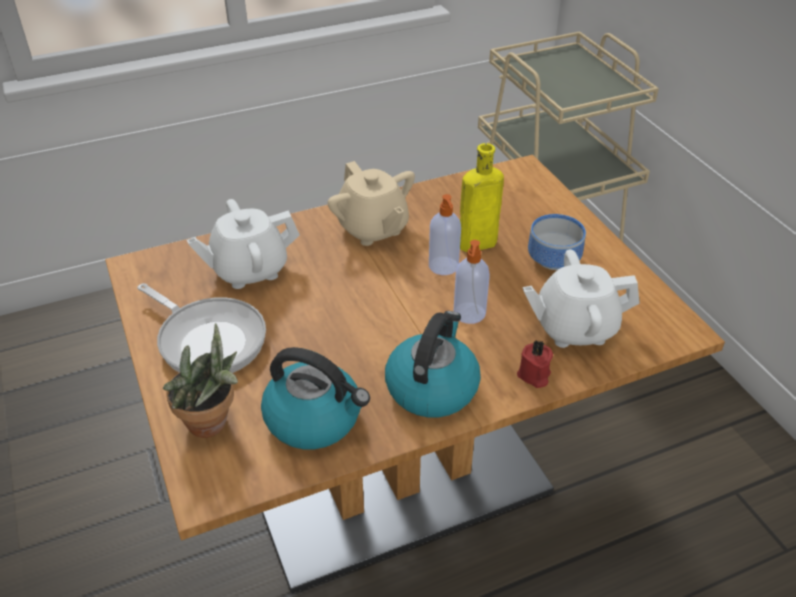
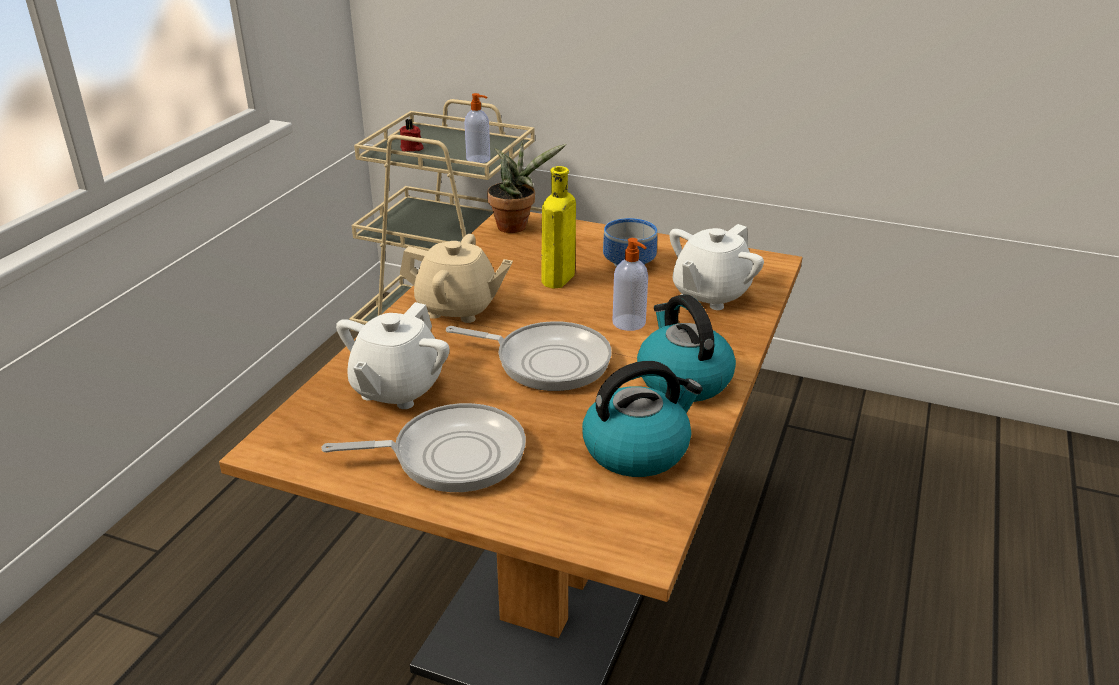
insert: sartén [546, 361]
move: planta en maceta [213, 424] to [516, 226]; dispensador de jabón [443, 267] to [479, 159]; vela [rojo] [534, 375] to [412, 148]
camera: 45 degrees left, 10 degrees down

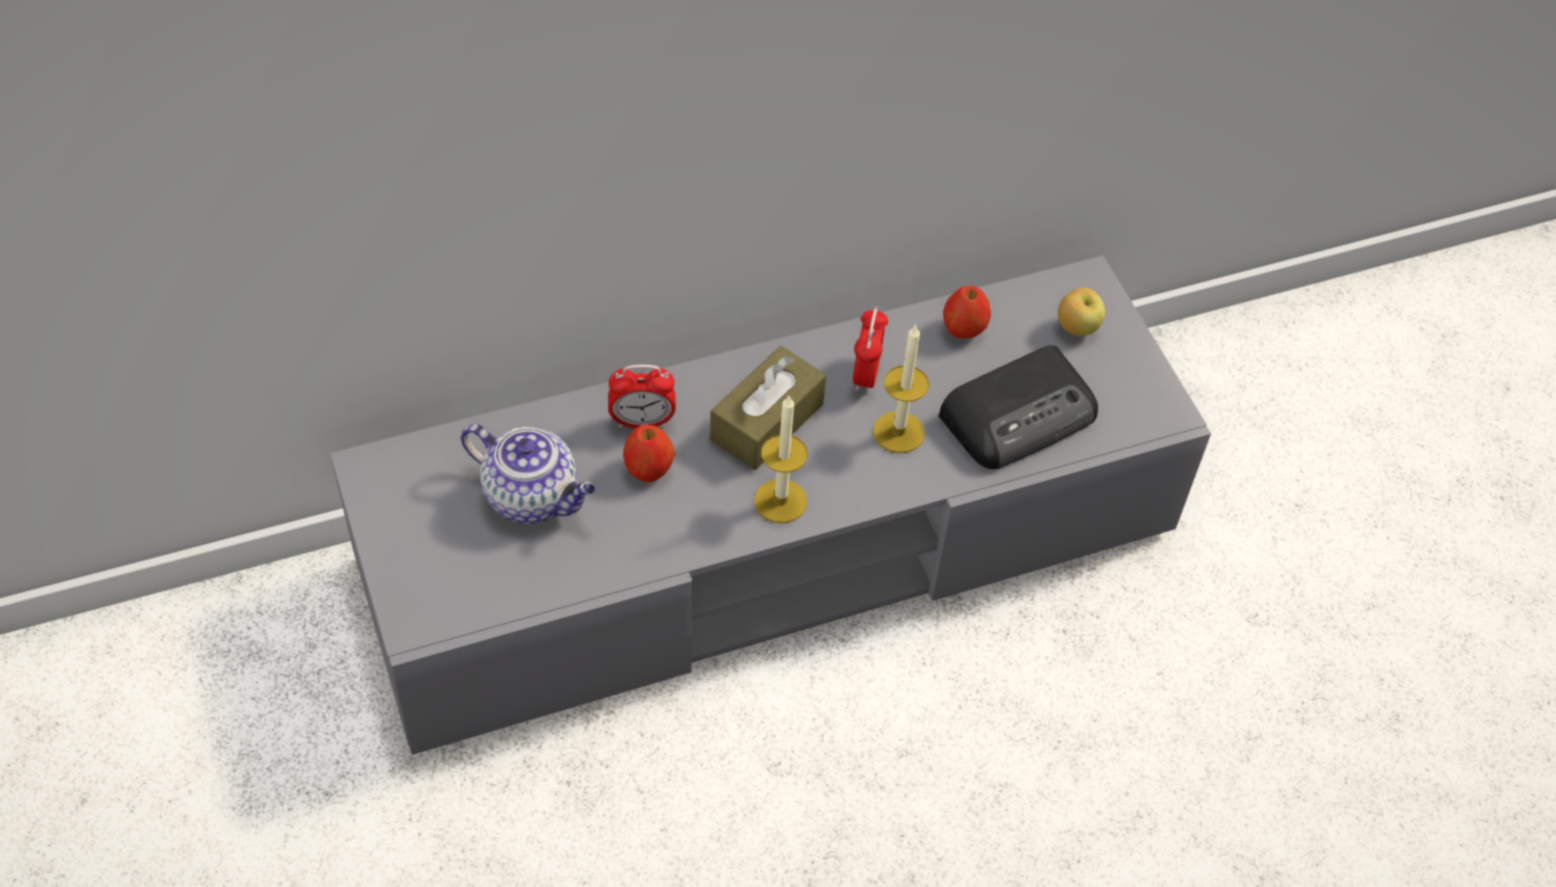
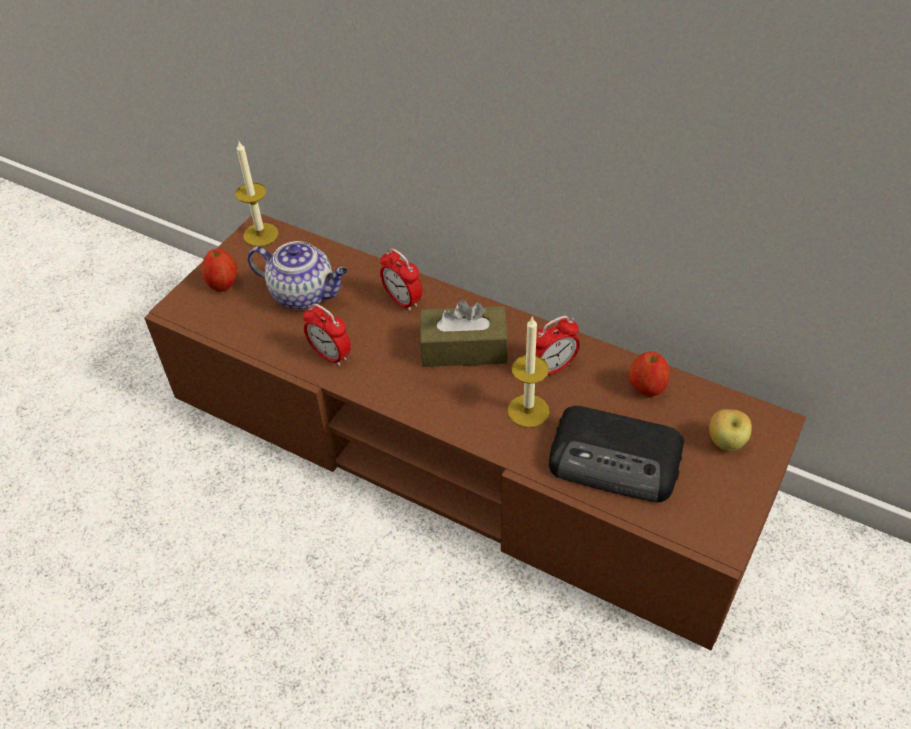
insert: despertador [330, 355]
move: manzana [648, 470] to [223, 285]; vela [780, 501] to [261, 234]
recolor: mueble de televisión [gris] [770, 546] to mueble de televisión [marrón] [459, 449]
rotate: tetera [533, 497] = [304, 295] 60 degrees counterclockwise
camera: 55 degrees right, 5 degrees down

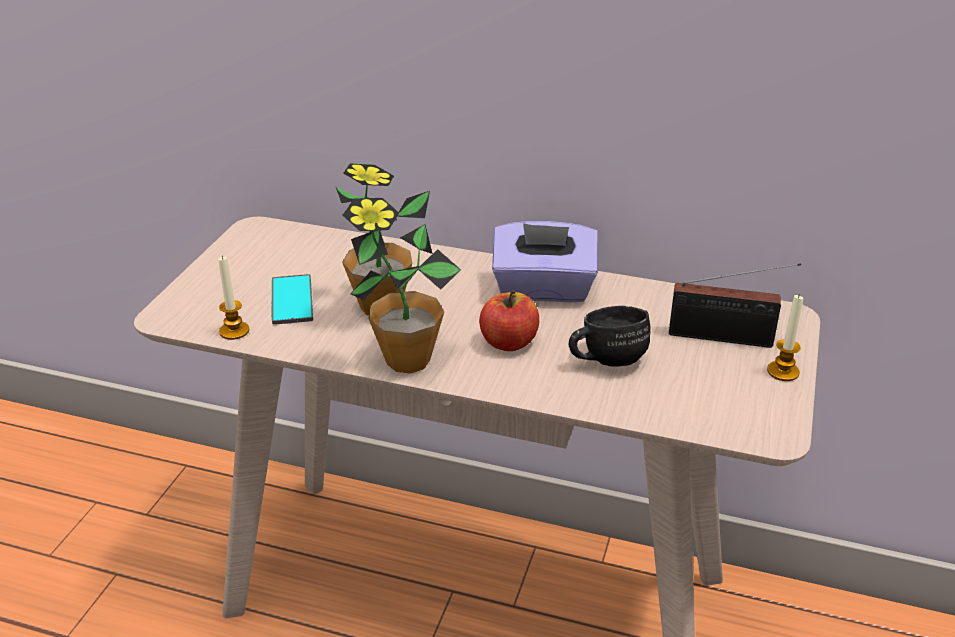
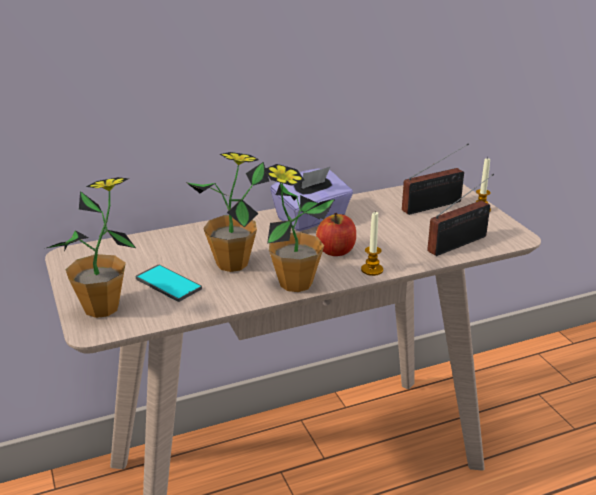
delete: taza grande [negro] [605, 359]
insert: planta en maceta [102, 308]; radio [460, 243]
move: vela [234, 331] to [372, 270]
camera: 40 degrees left, 5 degrees down

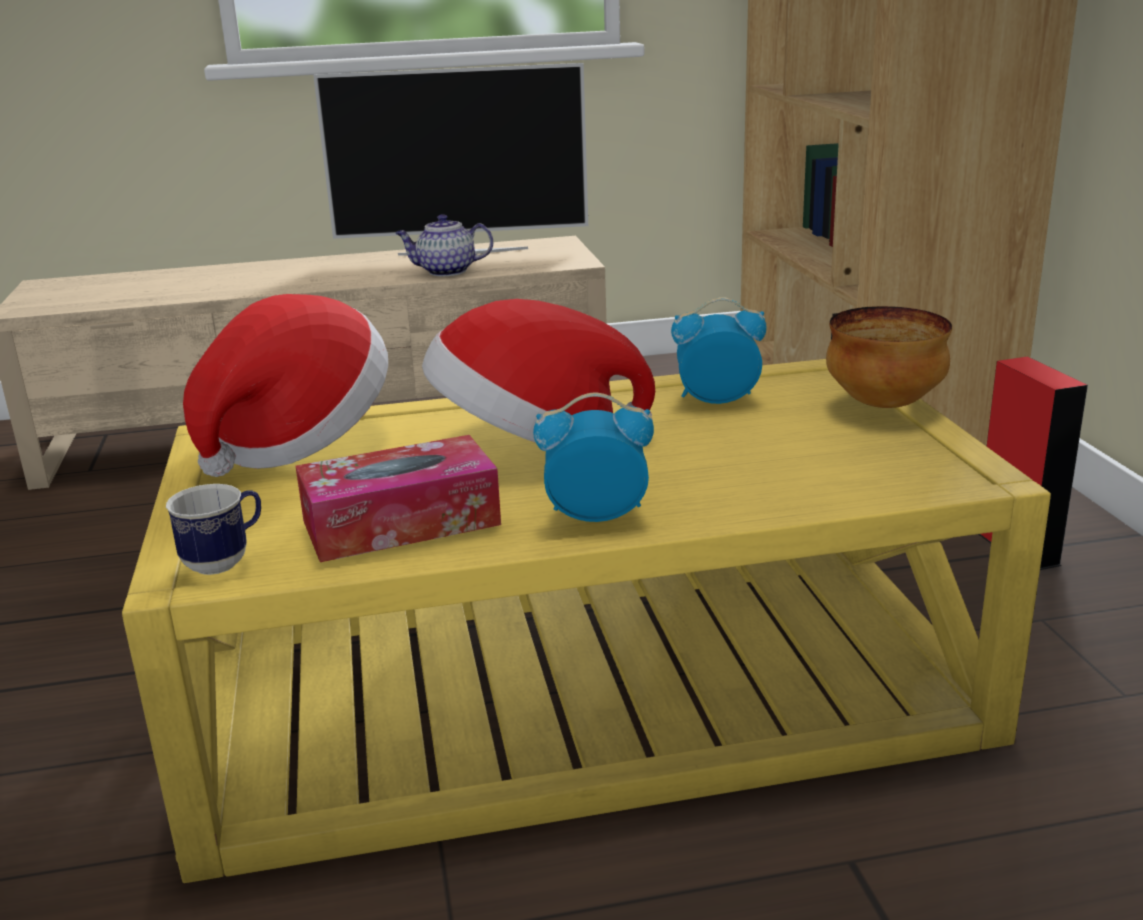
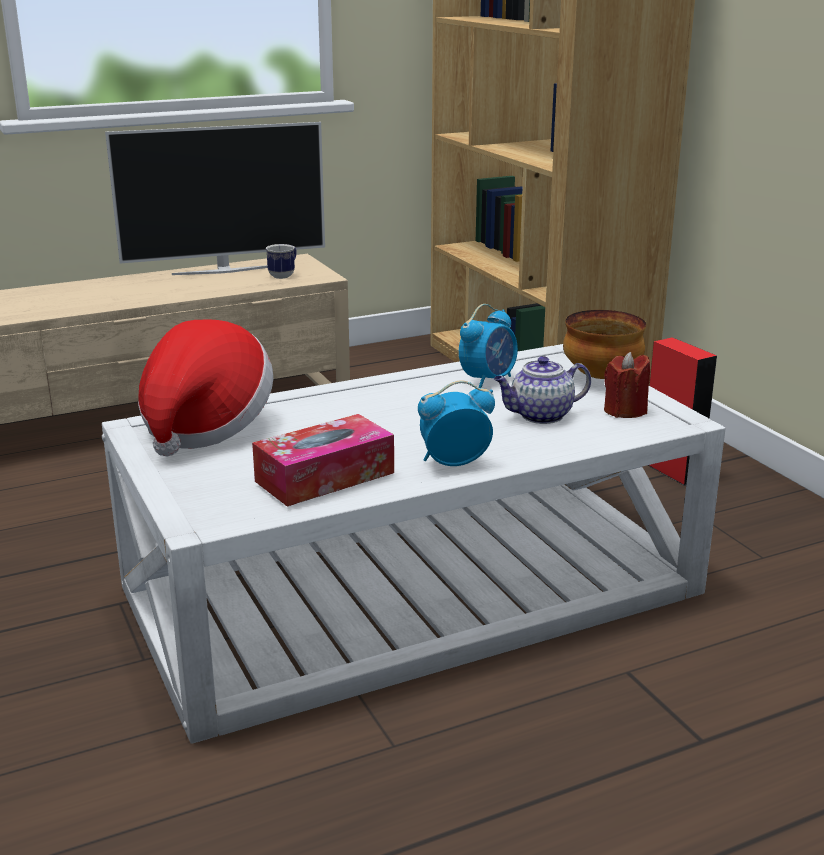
delete: sombrero [534, 445]
insert: vela [rojo] [625, 411]
move: taza grande [225, 561] to [284, 275]; tetera [445, 271] to [540, 416]
recolor: mesa de centro [amarillo] [581, 691] to mesa de centro [blanco] [413, 592]
rotate: despertador [716, 400] = [488, 380] 150 degrees clockwise
camera: 15 degrees left, 0 degrees up

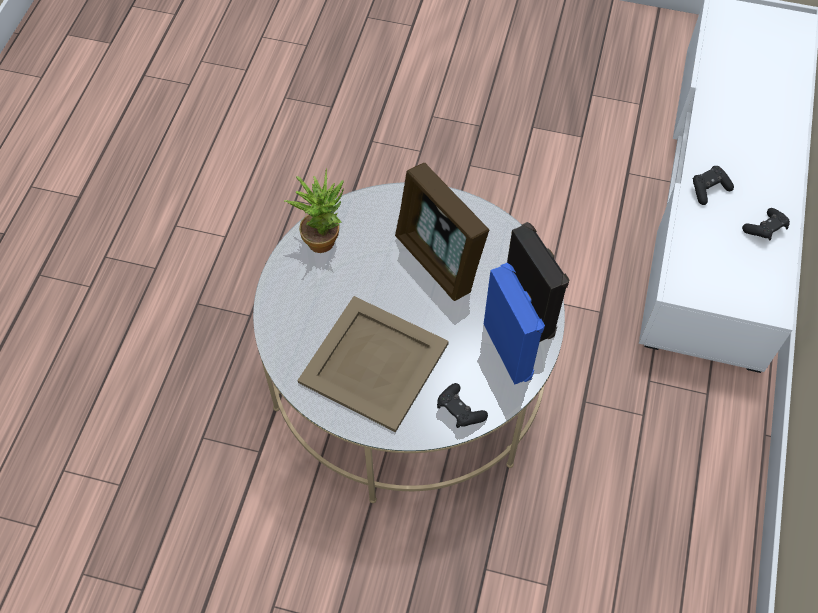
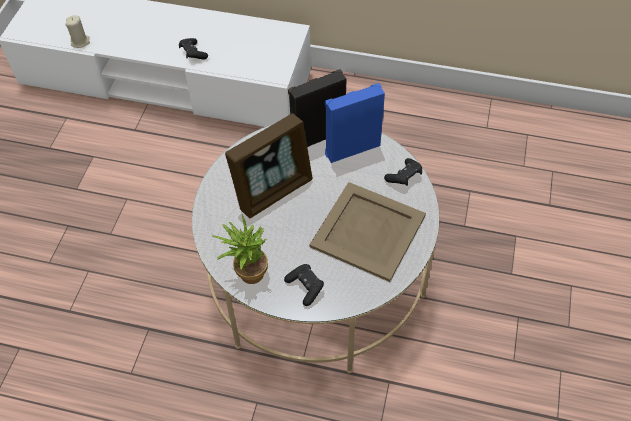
insert: vela [beis] [80, 42]
move: mando de consola [negro] [765, 229] to [305, 287]
camera: 90 degrees left, 5 degrees down

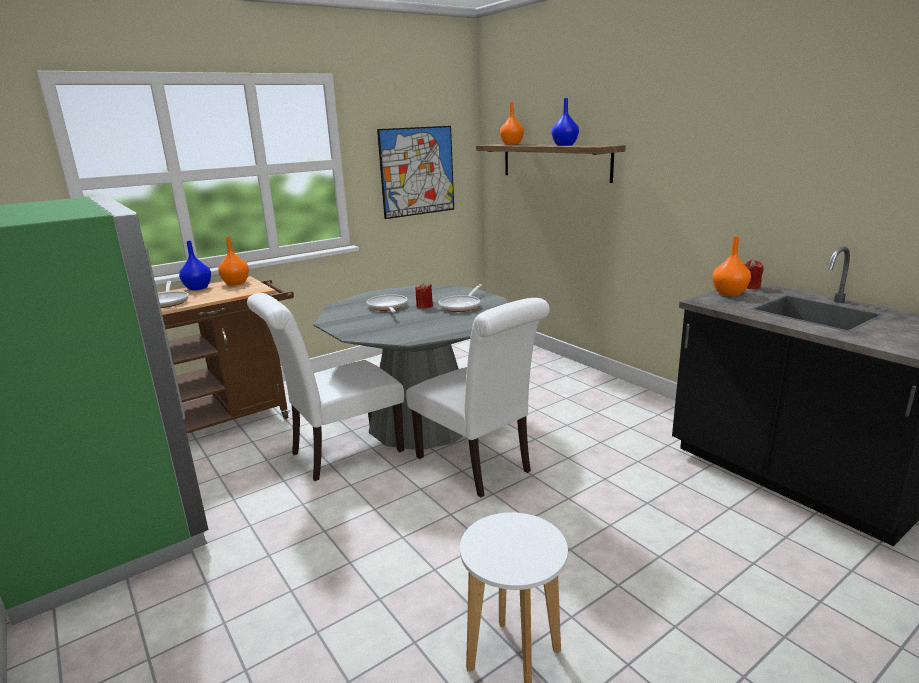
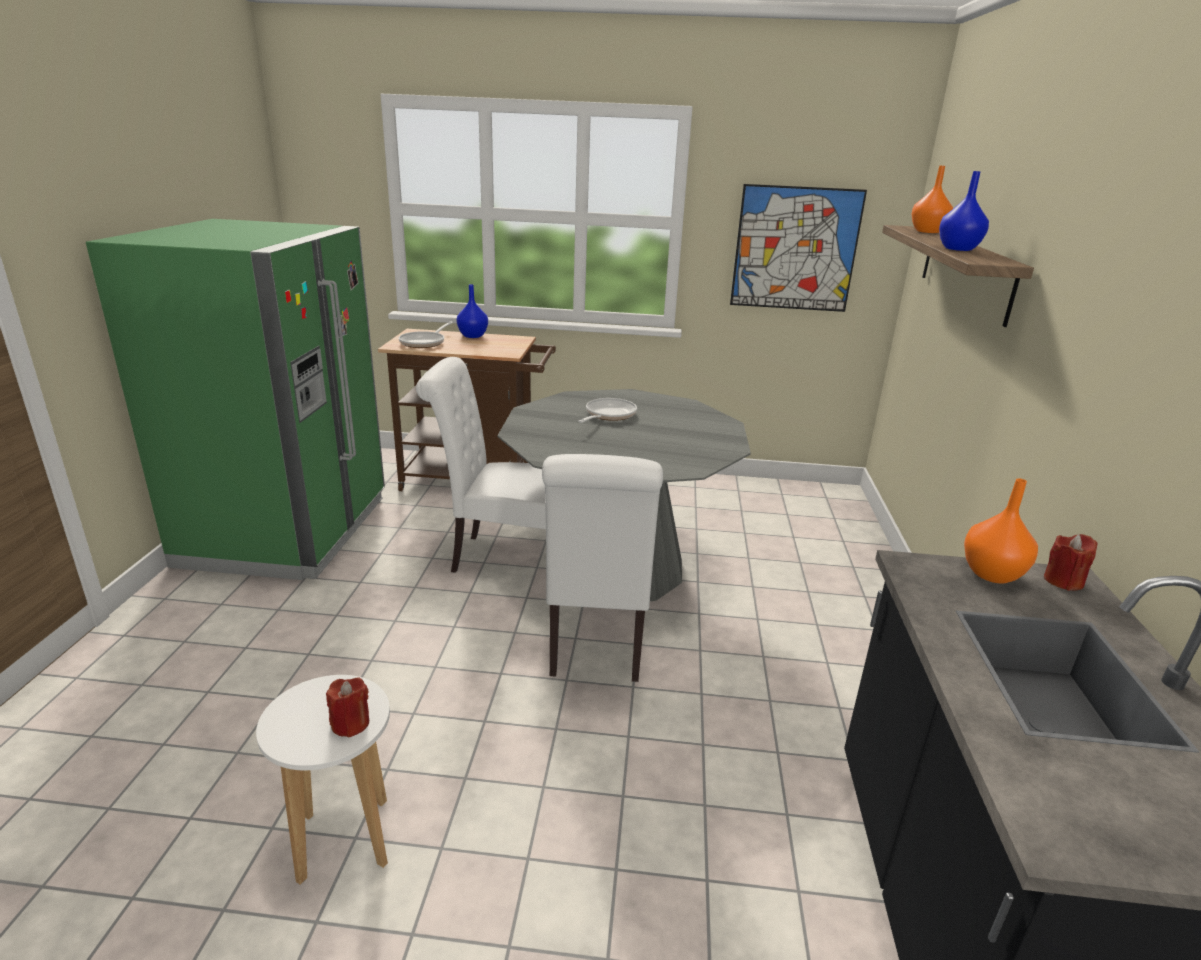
delete: florero [naranja] [236, 283]; sartén [461, 306]
move: vela [rojo] [424, 306] to [350, 723]
camera: 40 degrees right, 5 degrees up

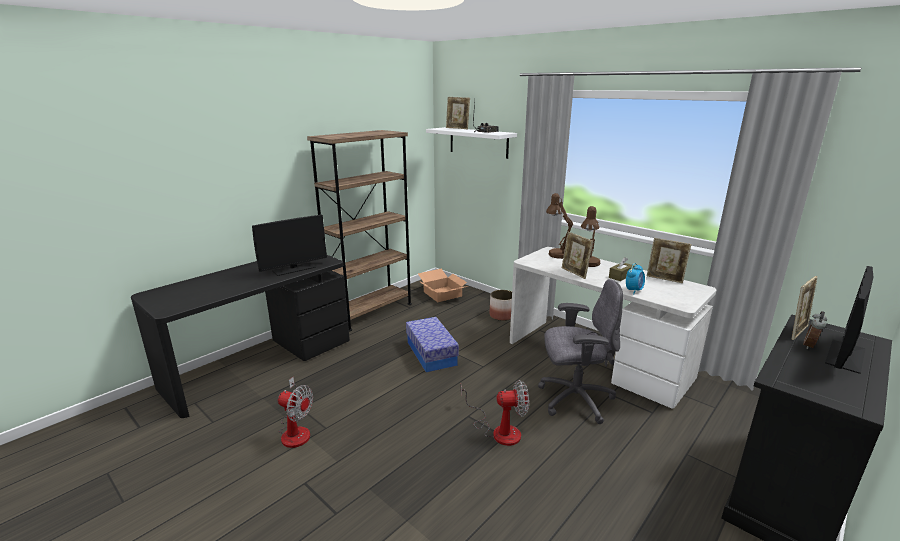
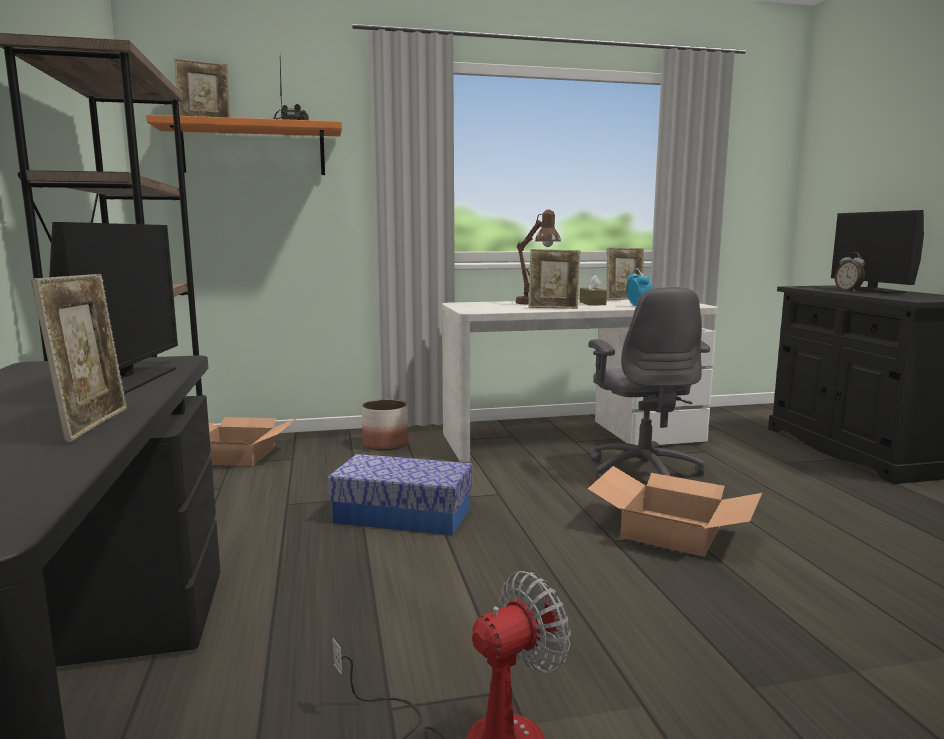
delete: lámpara de mesa [marrón] [556, 253]
move: portarretratos [797, 332] to [93, 424]
replace: ventilador [499, 430] to caja de cartón [669, 532]
recolor: estante [blanco] [478, 142] to estante [naranja] [253, 150]
rotate: silla de oficina [gris] [574, 399] = [643, 473] 135 degrees clockwise
camera: 55 degrees left, 10 degrees down

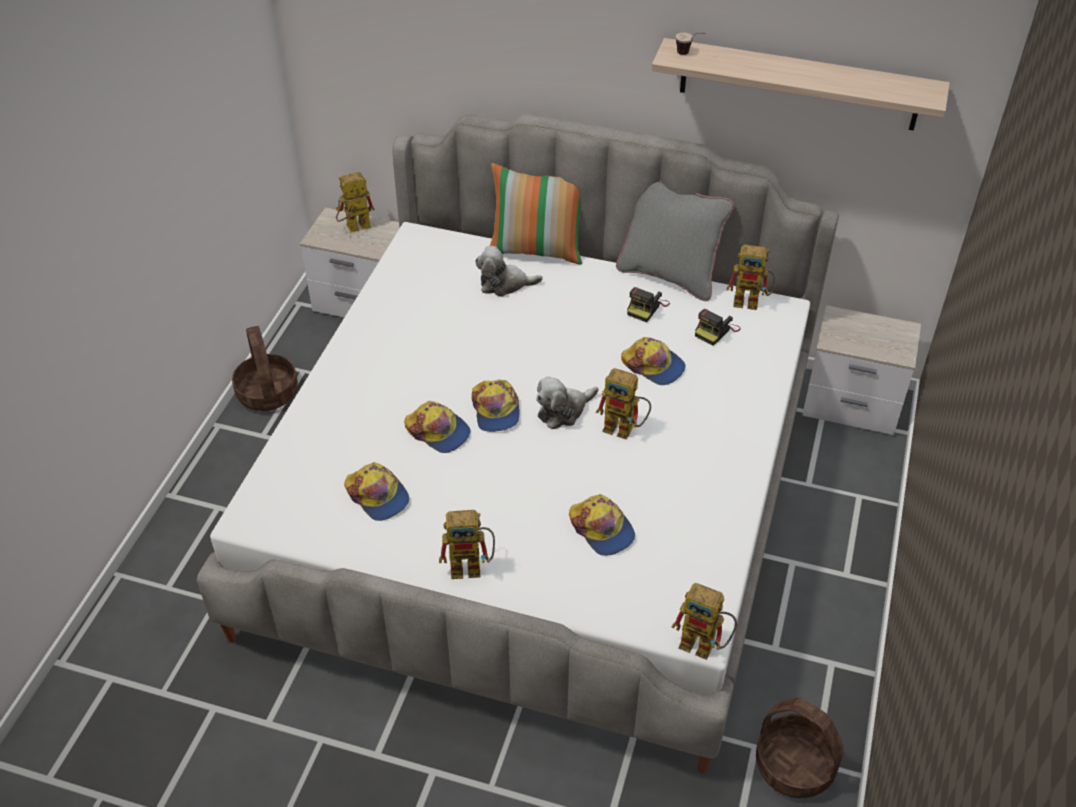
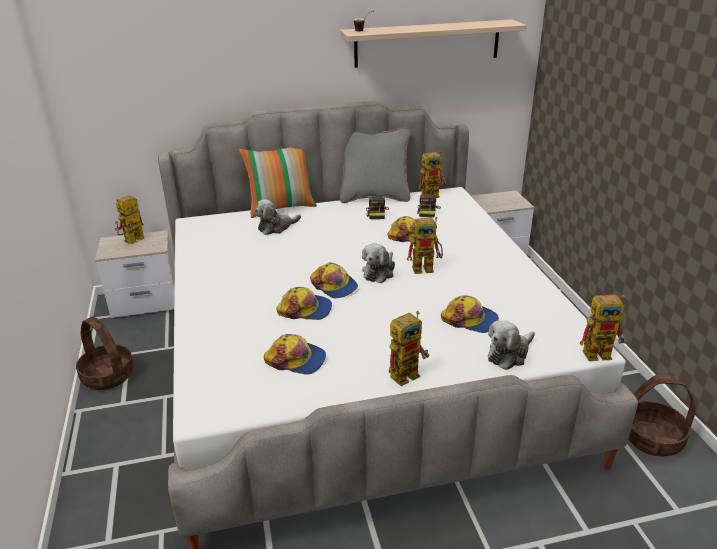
insert: peluche [509, 354]
camera: 30 degrees left, 15 degrees down

